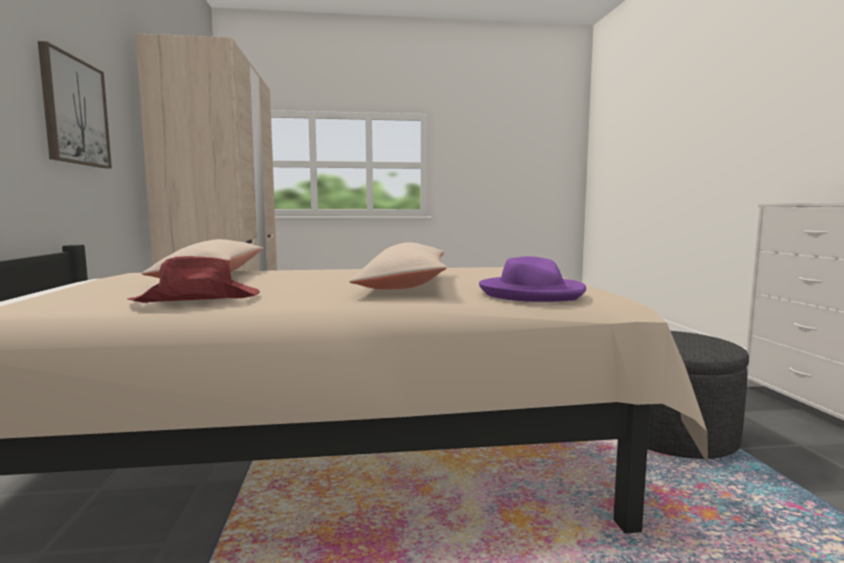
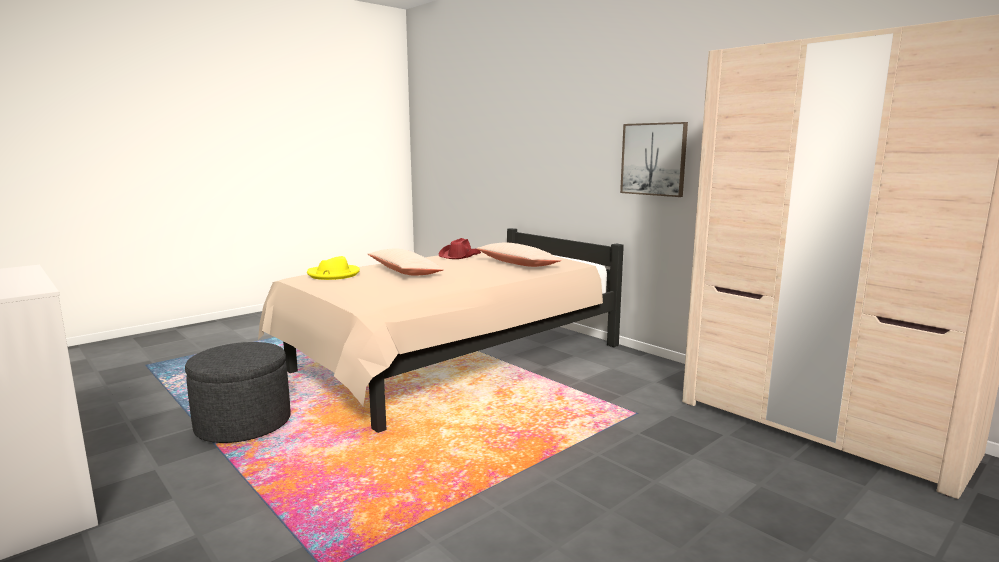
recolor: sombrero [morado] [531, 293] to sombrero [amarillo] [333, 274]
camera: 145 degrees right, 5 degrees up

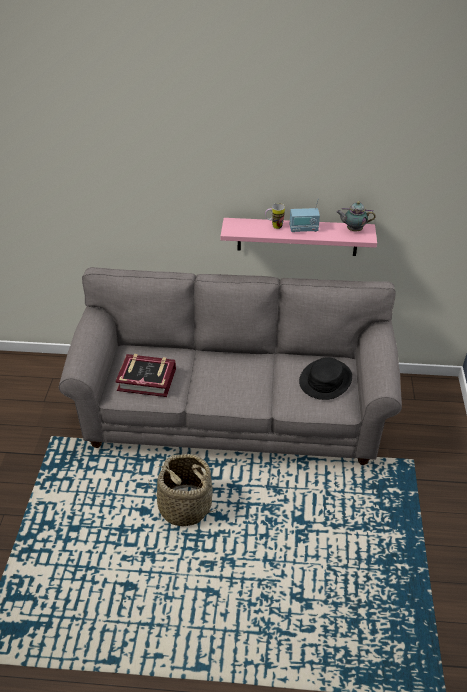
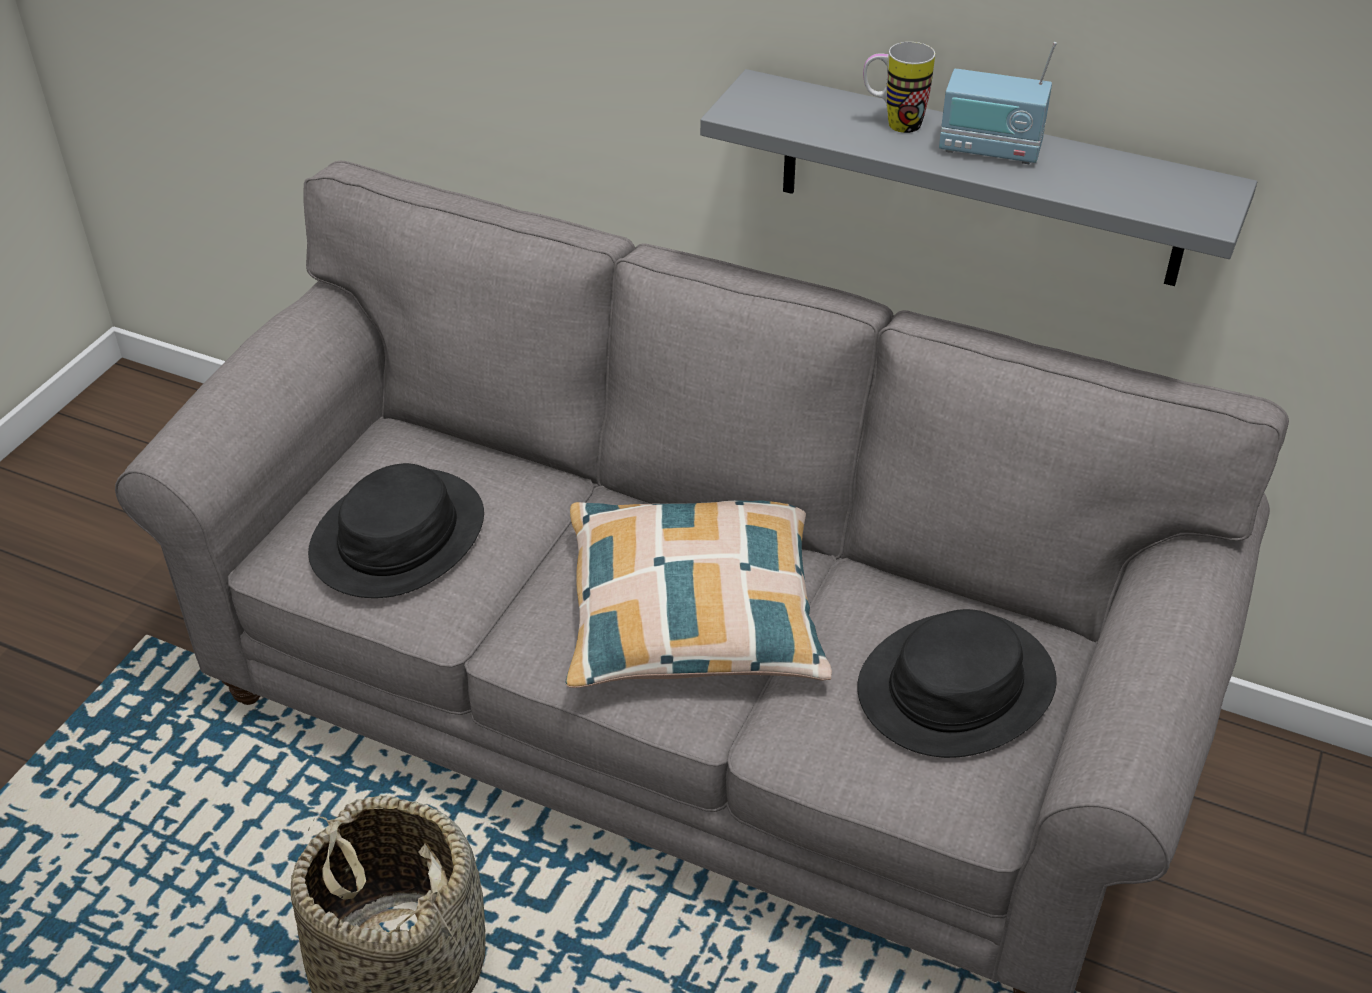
delete: tetera [353, 230]
insert: cojín [693, 611]
replace: libro [147, 379] to sombrero [negro] [398, 536]
recolor: estante [rosa] [297, 236] to estante [gris] [980, 179]
camera: 20 degrees right, 0 degrees up

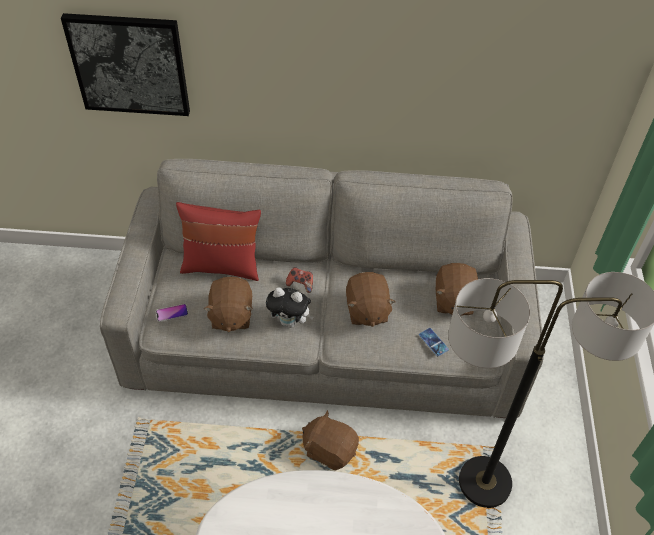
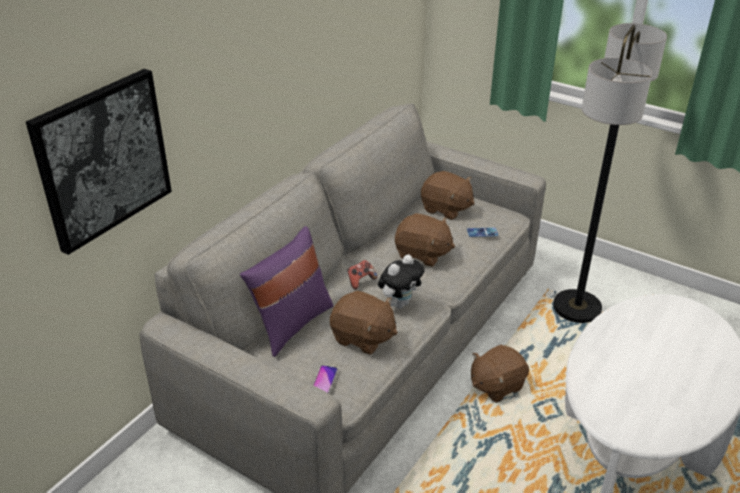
recolor: cojín [rojo] [222, 266] to cojín [morado] [291, 324]
camera: 60 degrees left, 15 degrees down

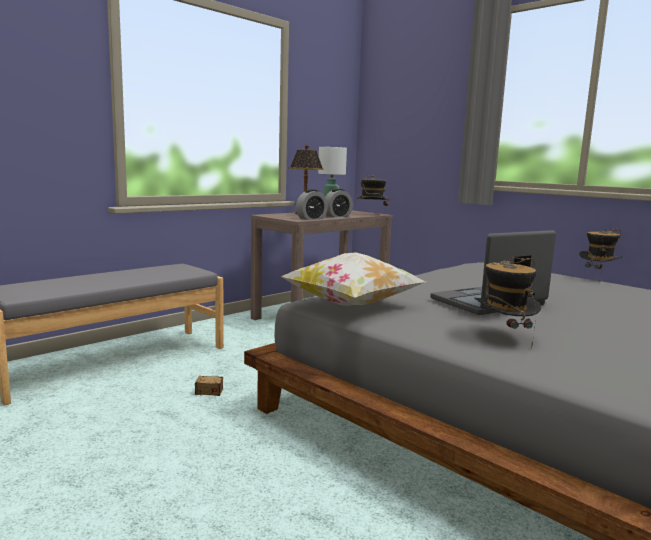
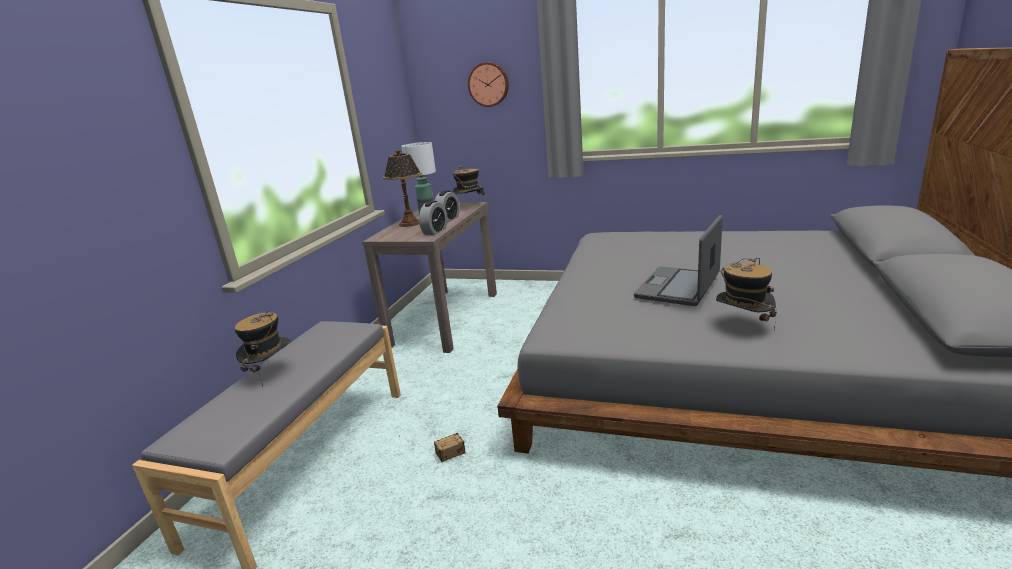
delete: cojín [352, 305]
insert: reloj de pared [489, 84]
move: sombrero [597, 278] to [271, 373]
camera: 25 degrees left, 10 degrees up

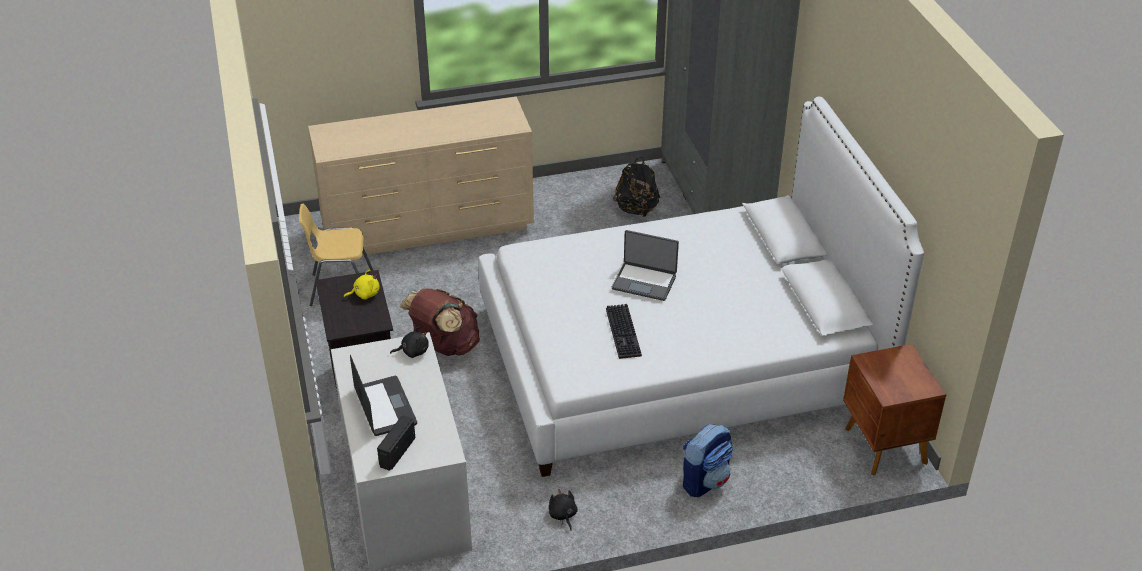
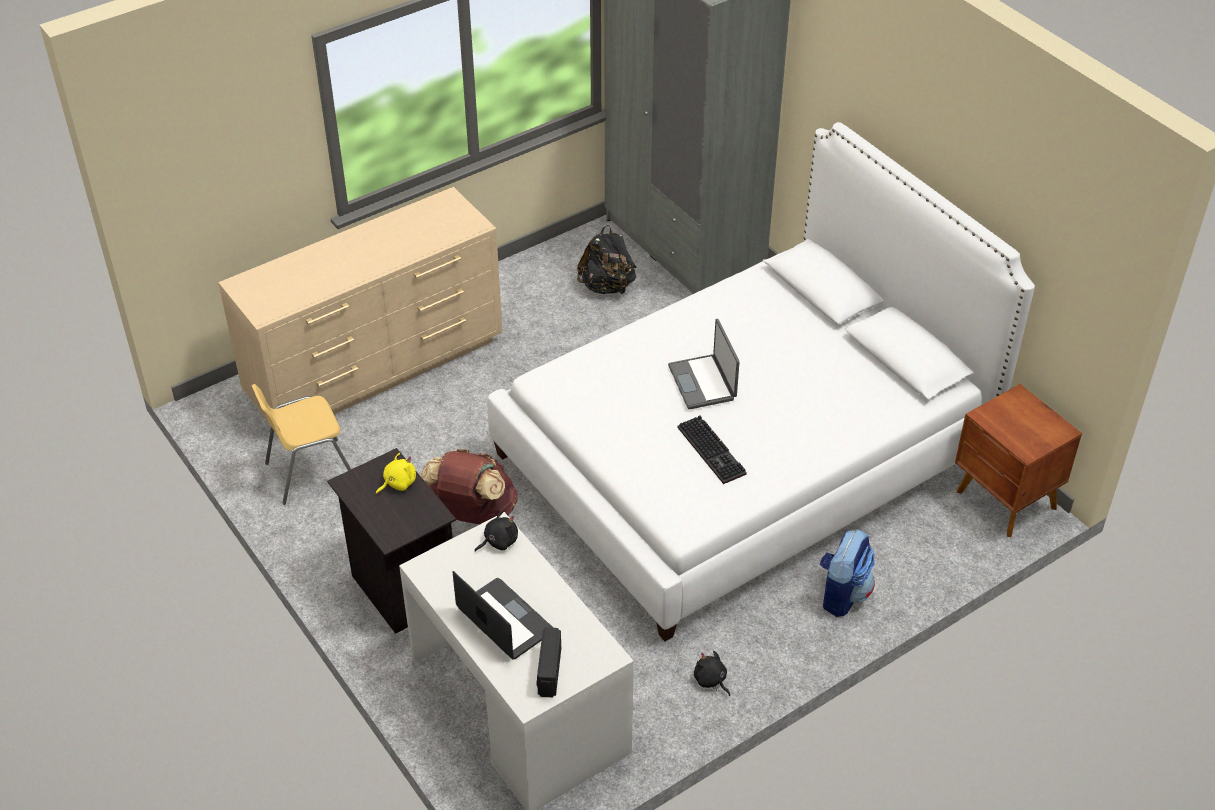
rotate: portátil [644, 282] = [703, 382] 75 degrees clockwise
camera: 20 degrees left, 5 degrees up

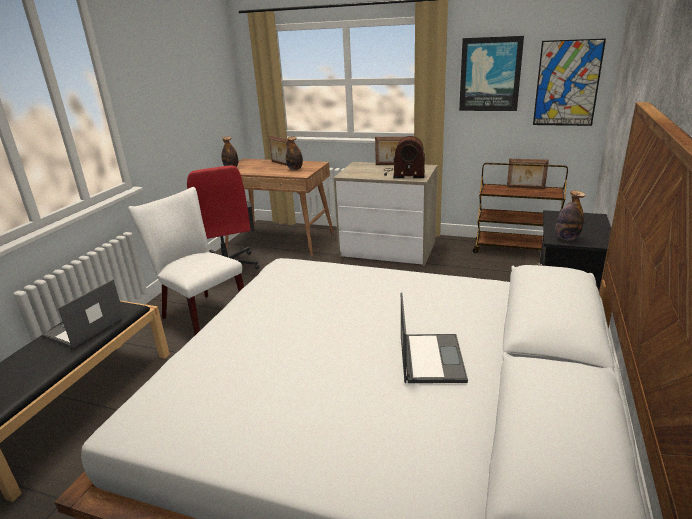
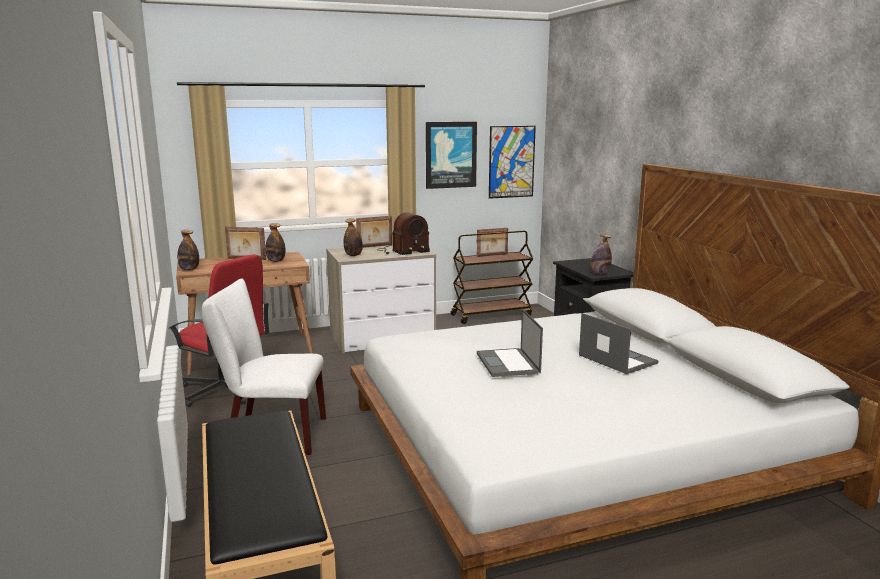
insert: botella [353, 255]
move: portátil [84, 327] to [508, 363]
camera: 40 degrees left, 10 degrees down

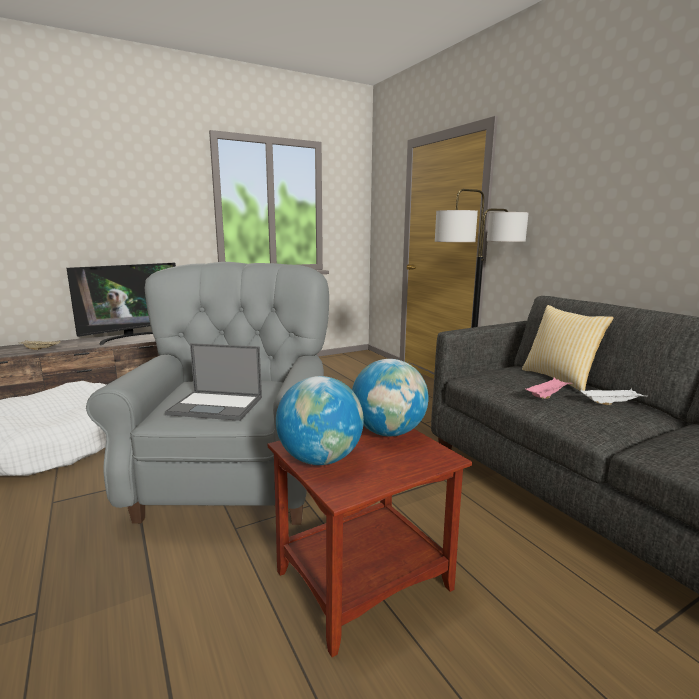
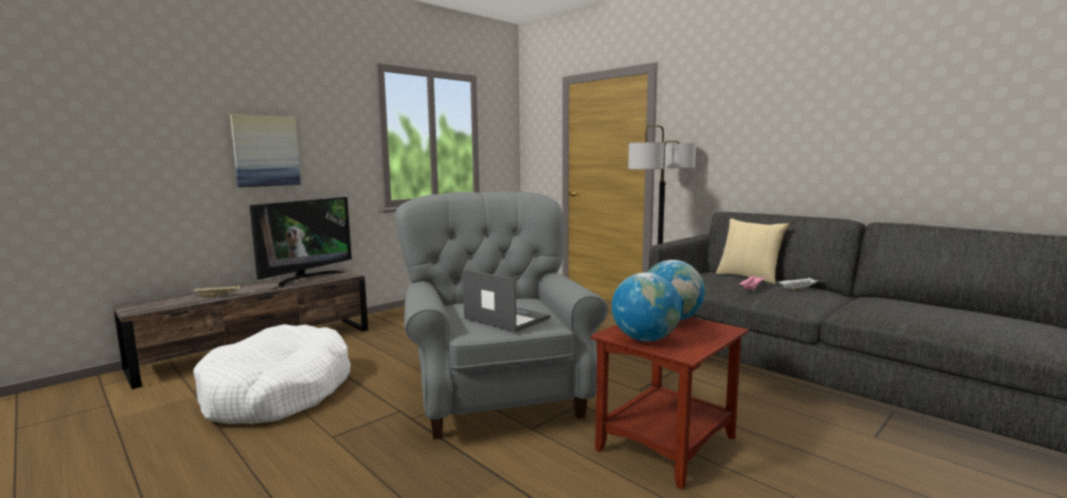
insert: cuadro [266, 151]
rotate: portátil [217, 406] = [505, 318] 135 degrees counterclockwise
camera: 15 degrees left, 5 degrees down

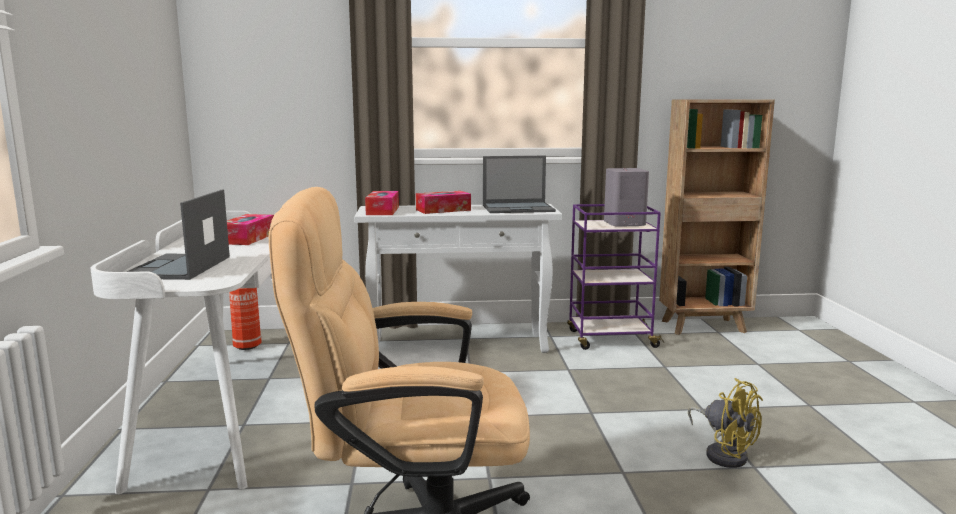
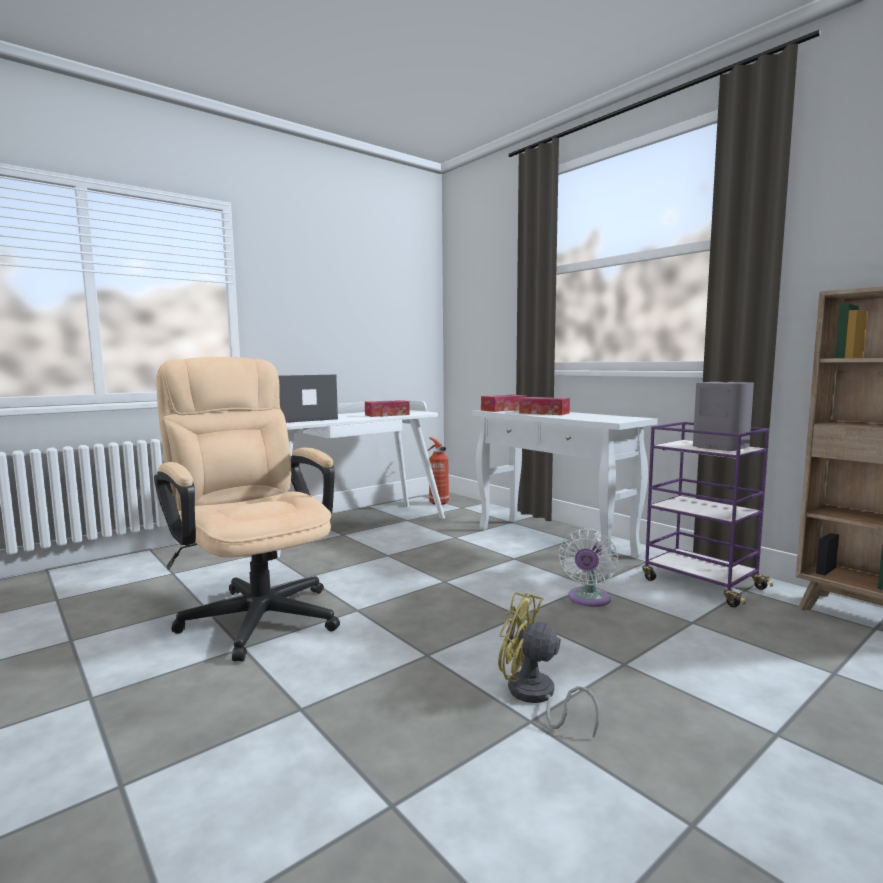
delete: portátil [519, 208]
insert: ventilador [blanco] [588, 600]
rotate: ventilador [amarillo] [724, 453] = [535, 697] 105 degrees clockwise
camera: 55 degrees right, 5 degrees down

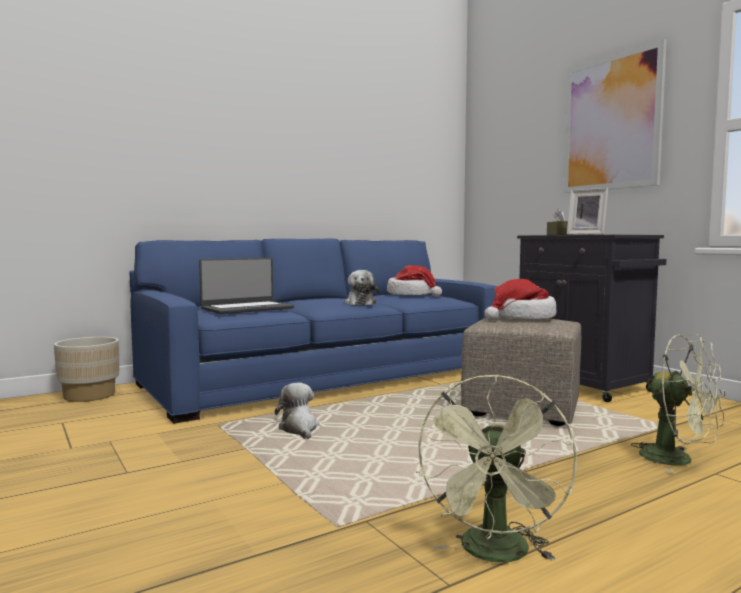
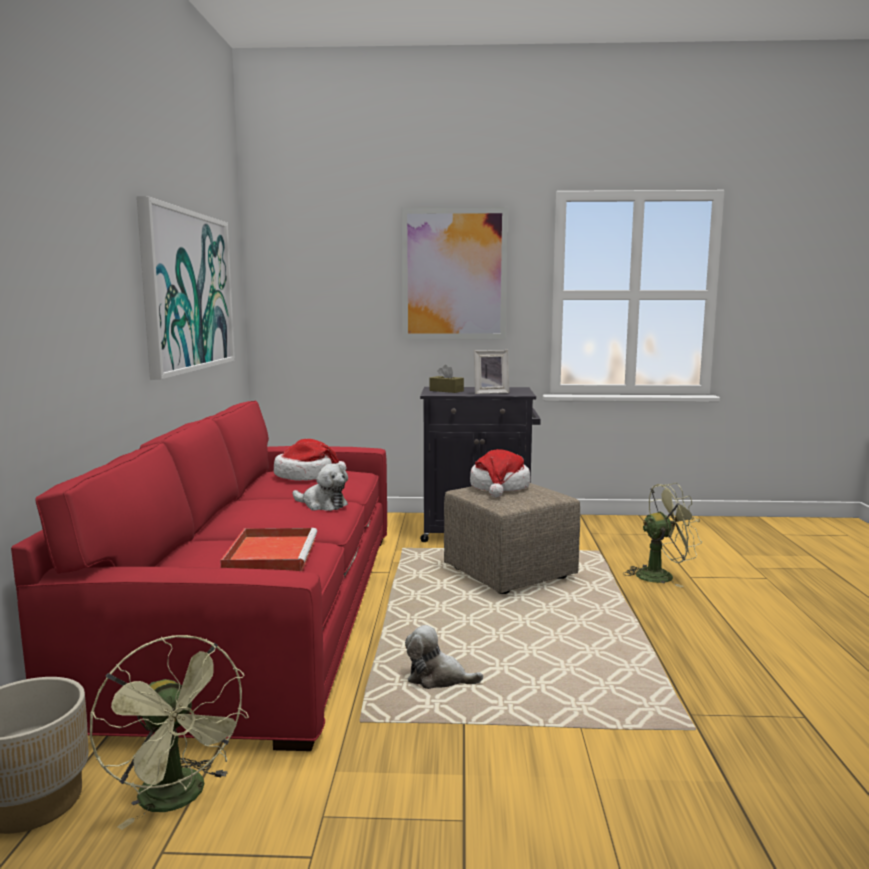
insert: cuadro [188, 291]
move: ventilador [verde] [496, 555] to [179, 799]
replace: portátil [247, 308] to bandeja [rojo] [271, 554]
recolor: sofá [azul] [325, 376] to sofá [rojo] [264, 610]
camera: 55 degrees left, 5 degrees up

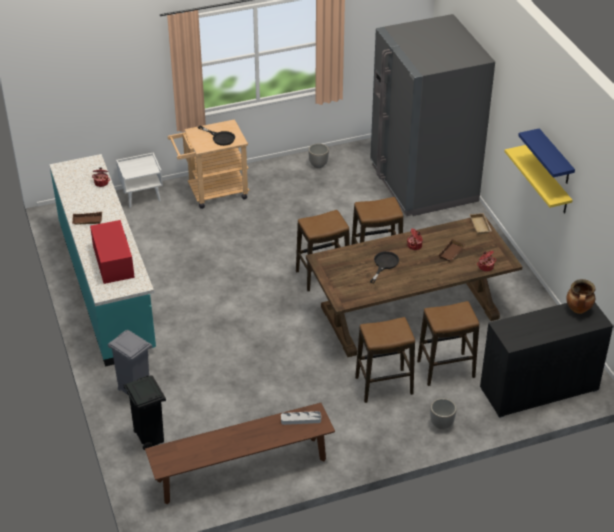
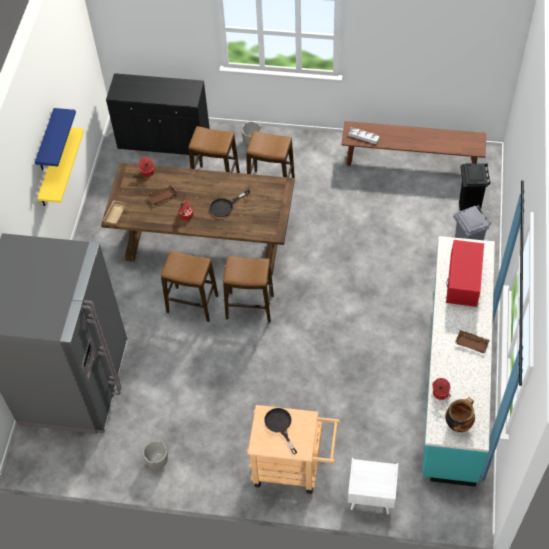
move: olla [578, 310] to [458, 423]
camera: 150 degrees left, 15 degrees up

